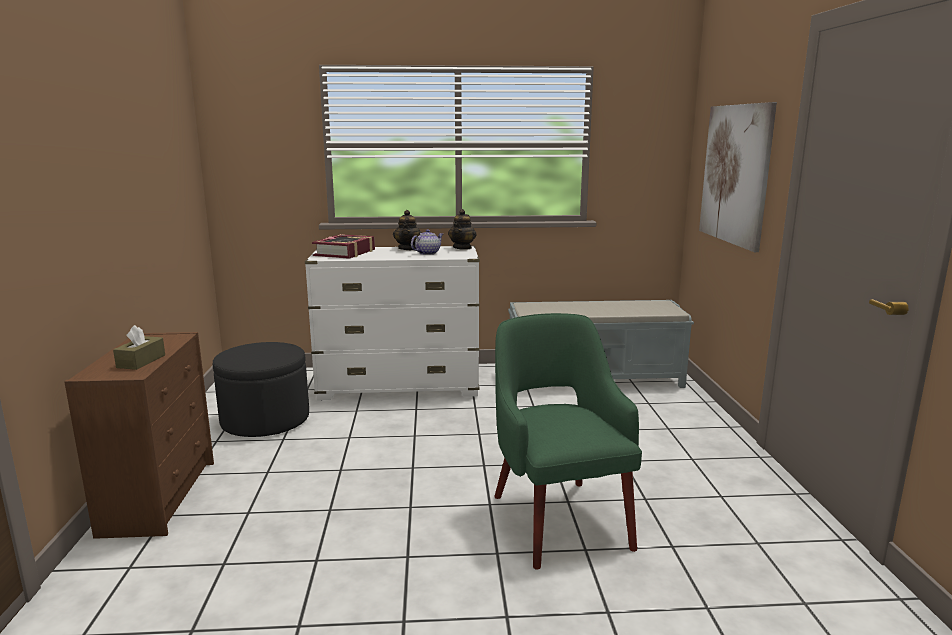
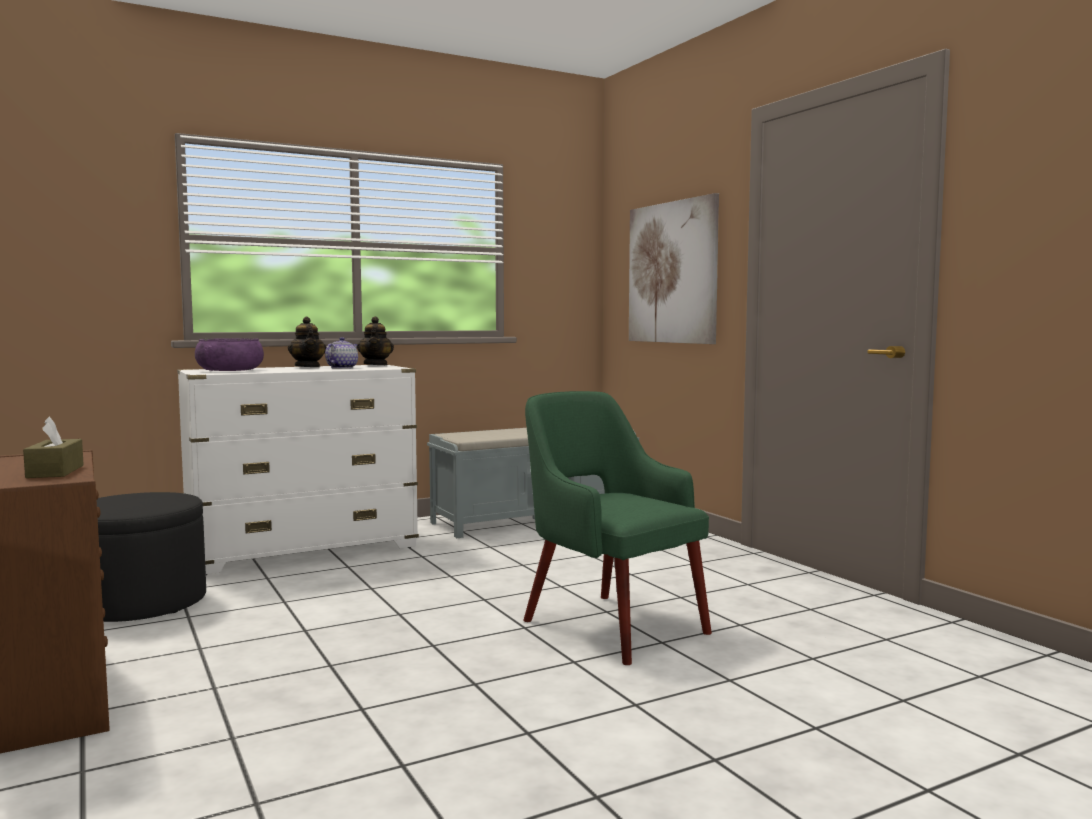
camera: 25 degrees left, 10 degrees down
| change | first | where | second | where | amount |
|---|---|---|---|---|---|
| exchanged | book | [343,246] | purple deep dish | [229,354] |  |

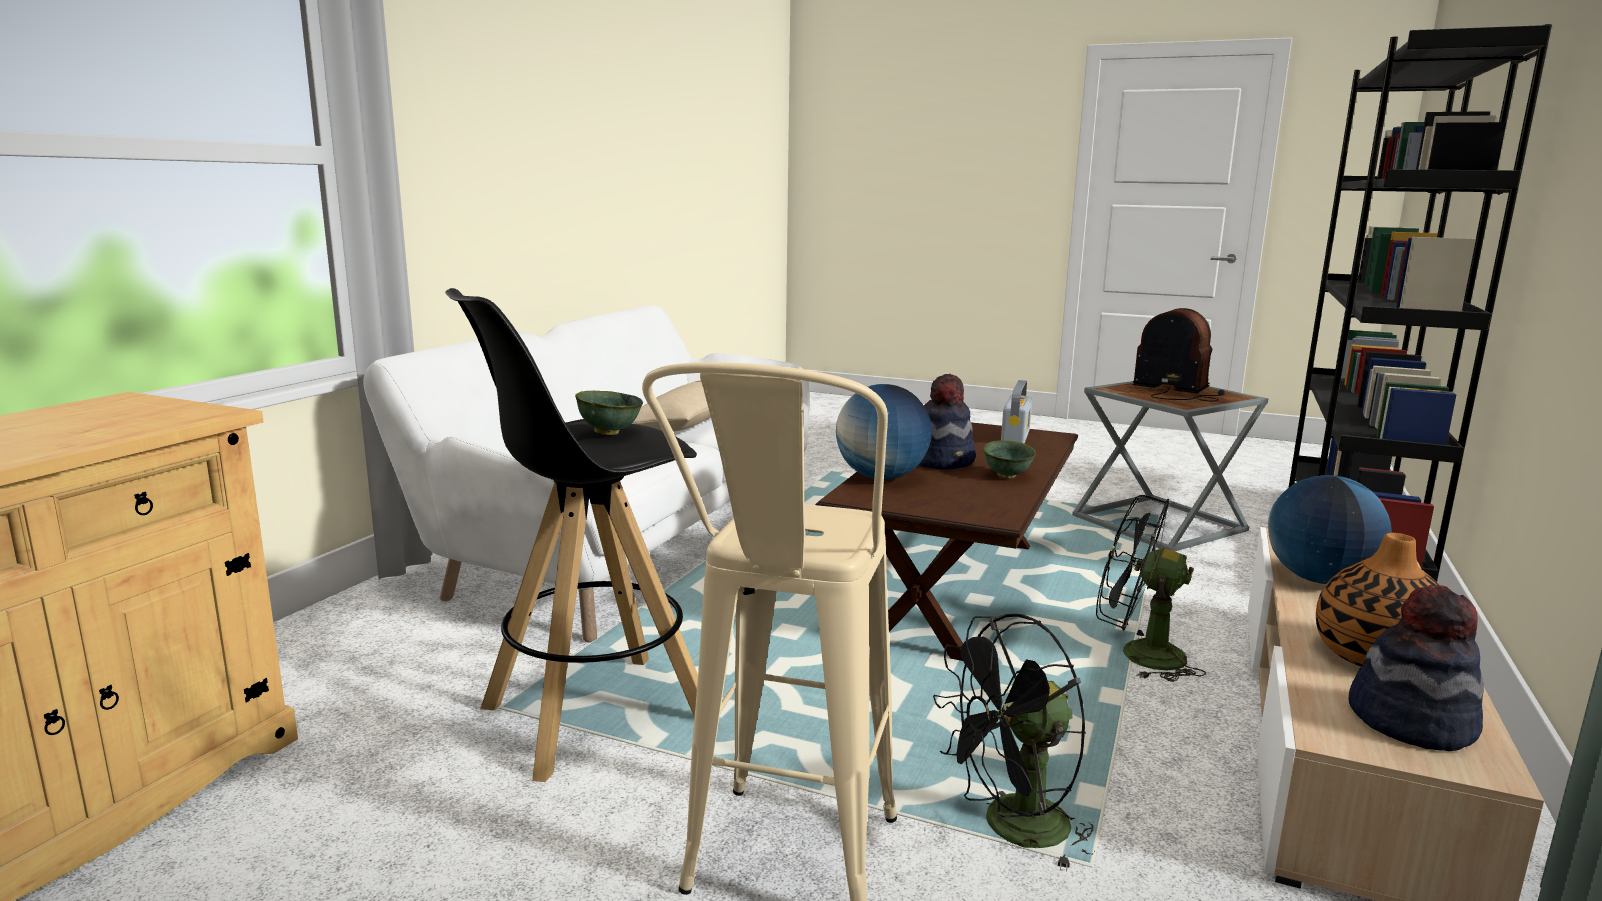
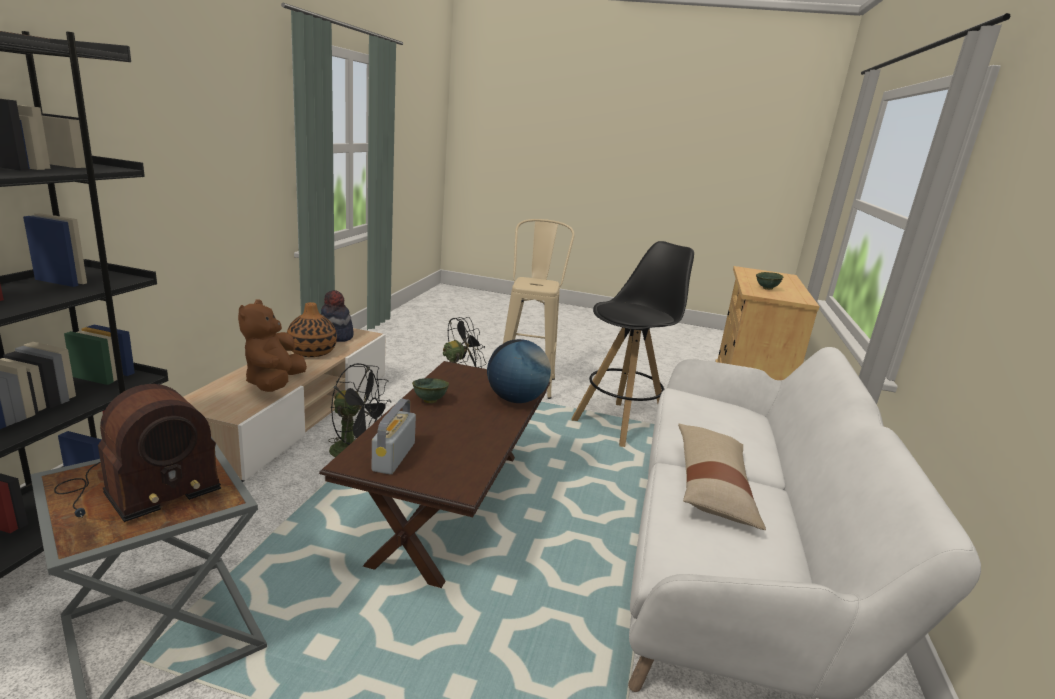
camera: 170 degrees right, 5 degrees up
| change | first | where | second | where | amount |
|---|---|---|---|---|---|
| relocated | green-coloured deep dish | [609,413] |  | [770,281] |  |
| missing | hat | [947,422] |  |  |  |
| spun | radio set | [1178,354] |  | [137,453] | 75 degrees counterclockwise |
| exchanged | world globe | [1330,529] | brown cuddly toy | [272,346] |  |

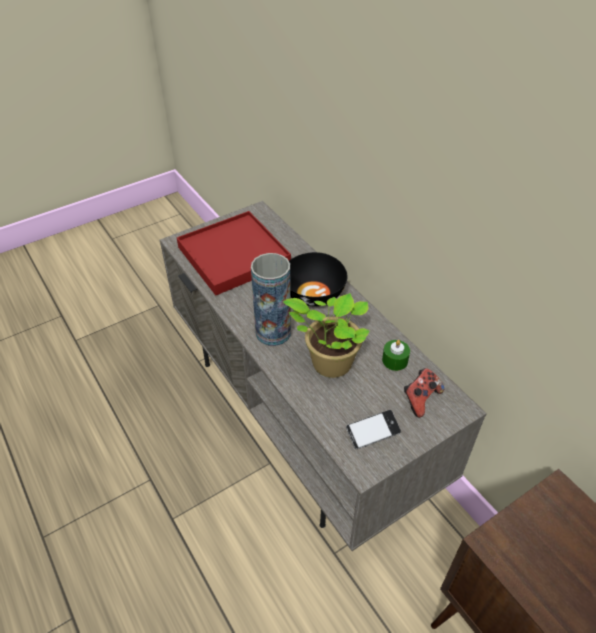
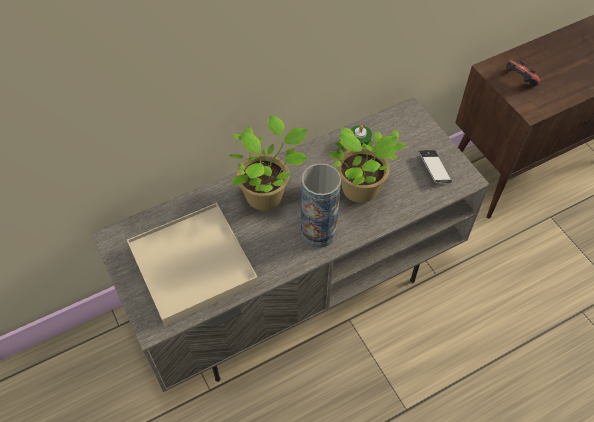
camera: 85 degrees left, 10 degrees up
| change | first | where | second | where | amount |
|---|---|---|---|---|---|
| colour | red-coloured tray | [234,253] | beige-coloured tray | [192,264] |  |
| exchanged | black-coloured deep dish | [318,279] | potted plant | [269,162] |  |
| relocated | joypad | [424,393] |  | [523,73] |  |

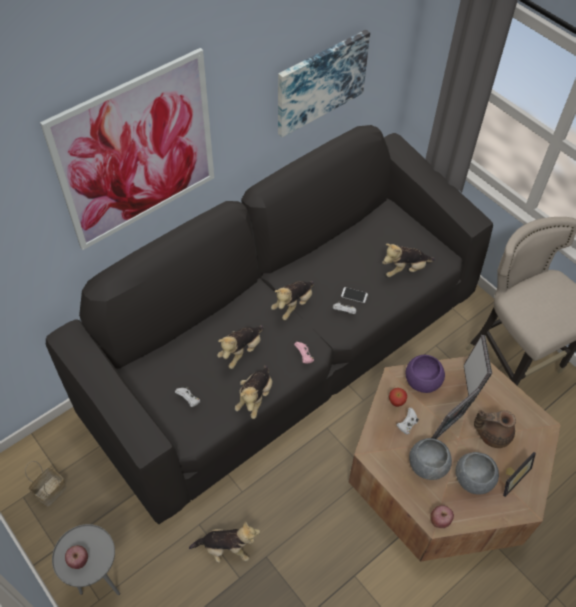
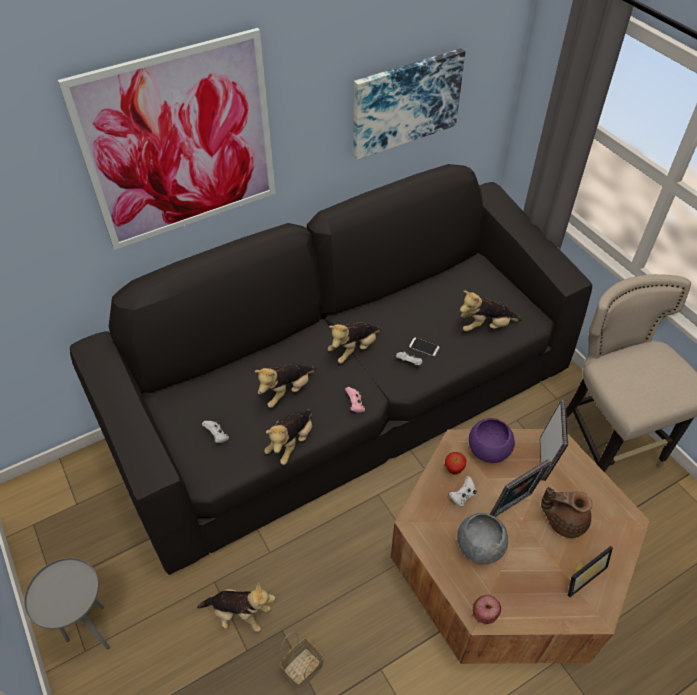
camera: 10 degrees right, 5 degrees down
| change | first | where | second | where | amount |
|---|---|---|---|---|---|
| relocated | storage basket | [46,484] |  | [302,661] |  |
| missing | apple fruit | [76,557] |  |  |  |
| missing | greyish deep dish | [477,473] |  |  |  |

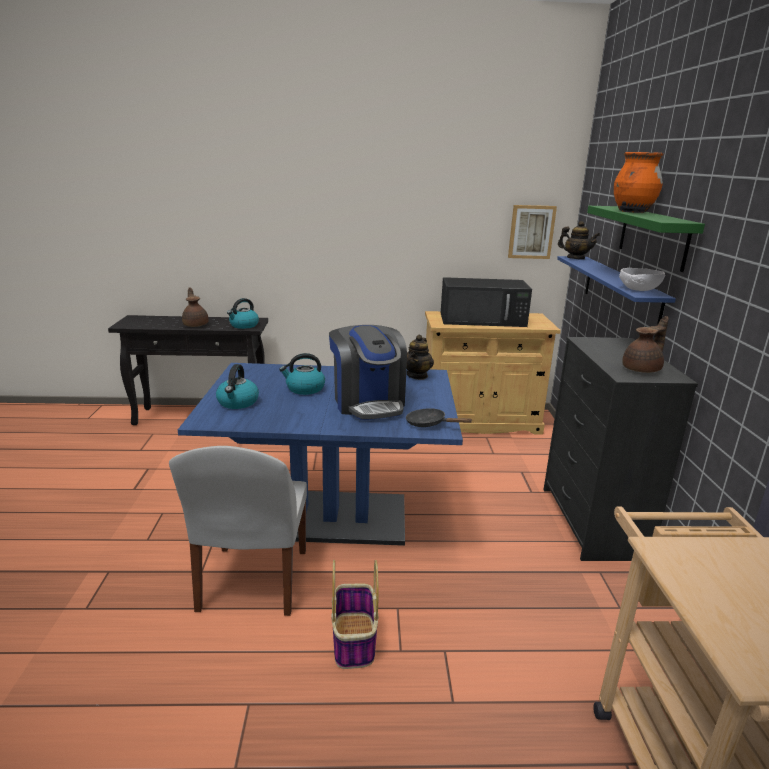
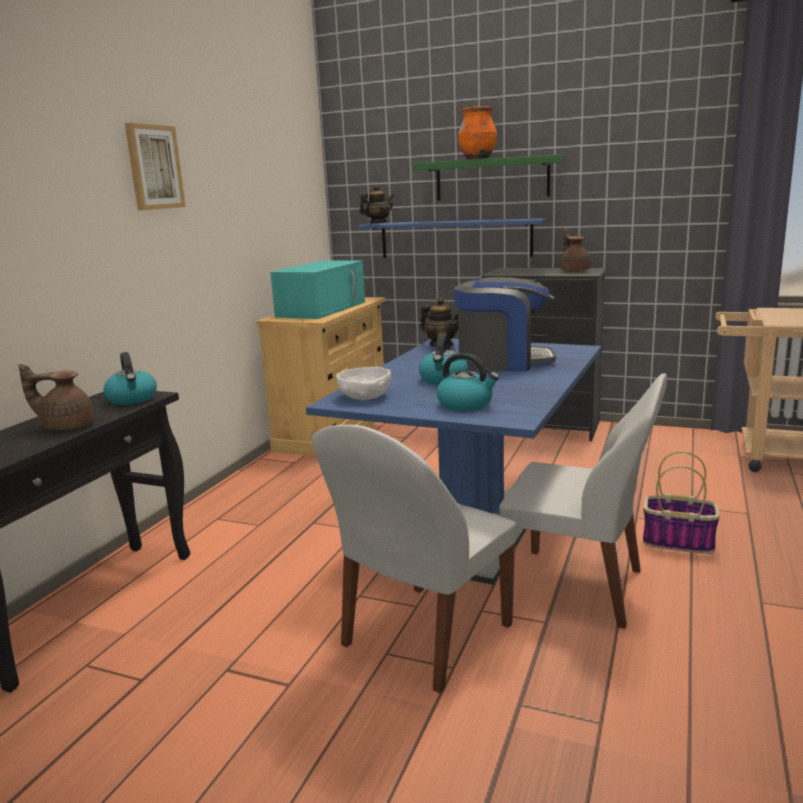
camera: 65 degrees left, 5 degrees down
| change | first | where | second | where | amount |
|---|---|---|---|---|---|
| missing | black-coloured pan | [439,417] |  |  |  |
| colour | black-coloured microwave | [486,302] | turquoise microwave | [317,289] |  |
| relocated | picture | [532,232] |  | [155,166] |  |
| relocated | white-coloured deep dish | [642,279] |  | [363,383] |  |
| appeared |  |  | white-coloured plain chair | [414,559] |  |

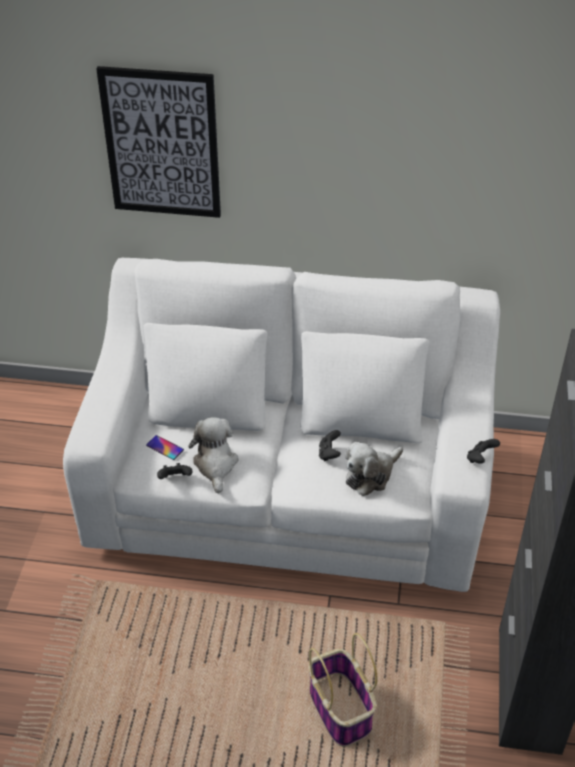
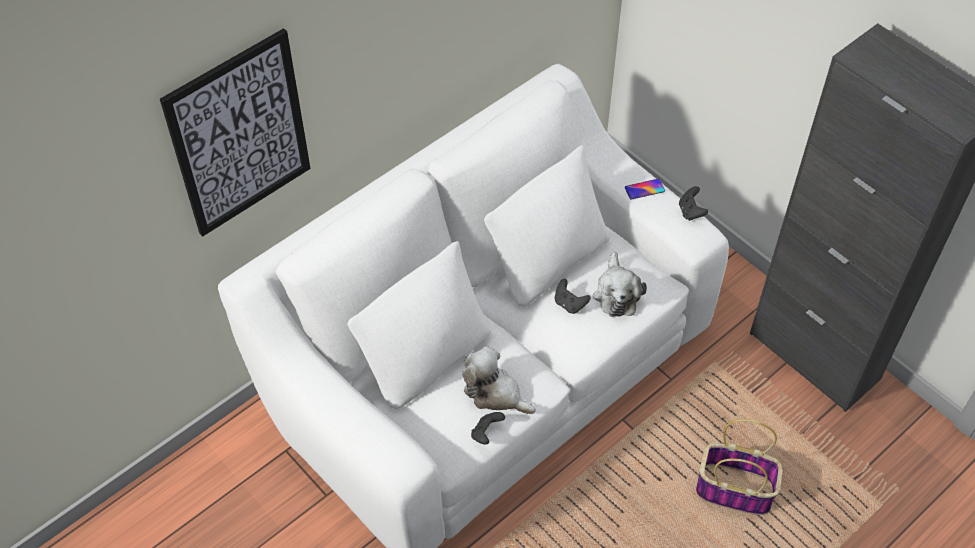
camera: 50 degrees left, 10 degrees up
| change | first | where | second | where | amount |
|---|---|---|---|---|---|
| relocated | handset | [165,447] |  | [645,189] |  |

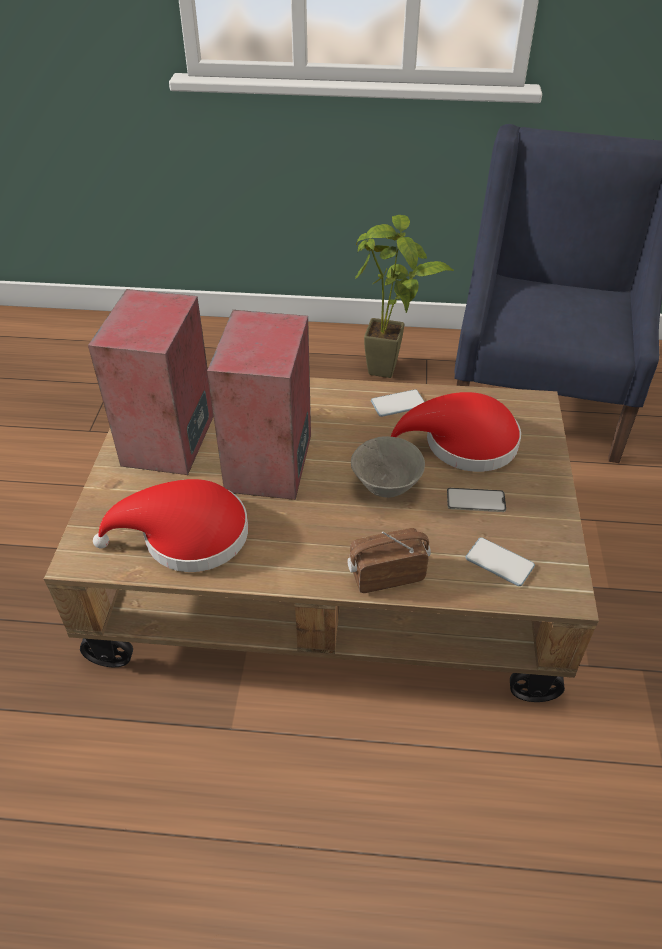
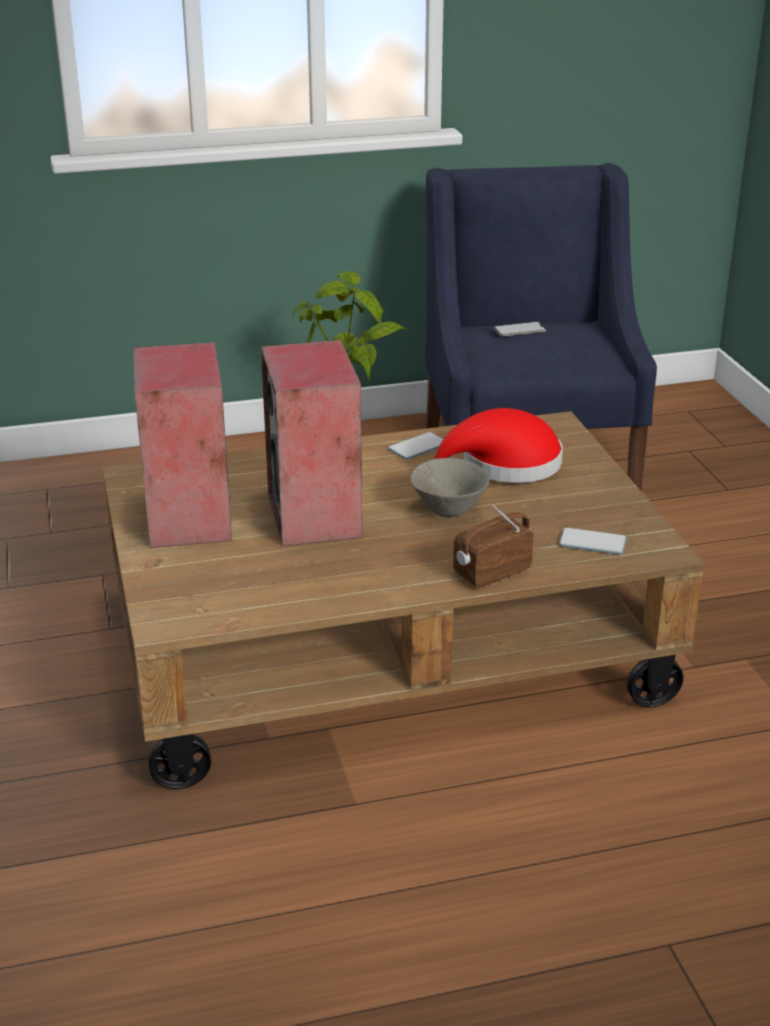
camera: 20 degrees left, 15 degrees down
| change | first | where | second | where | amount |
|---|---|---|---|---|---|
| missing | red-coloured hat | [170,525] |  |  |  |
| relocated | handset | [476,500] |  | [520,328] |  |

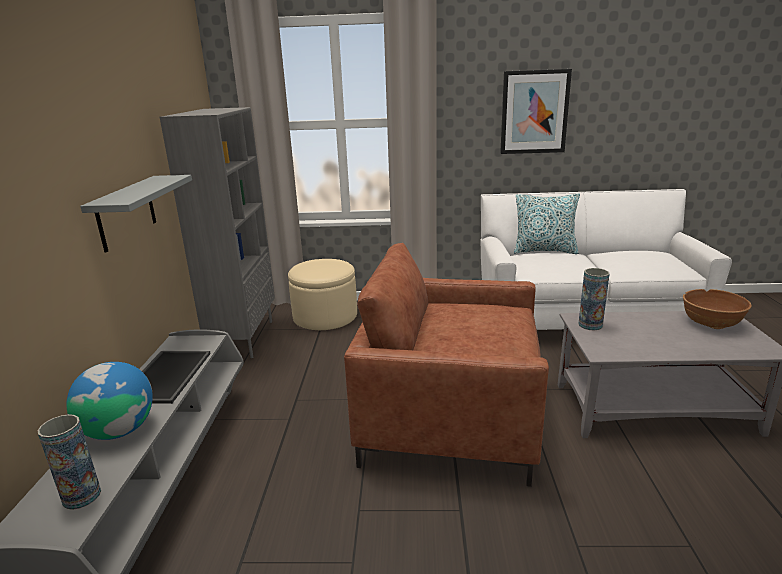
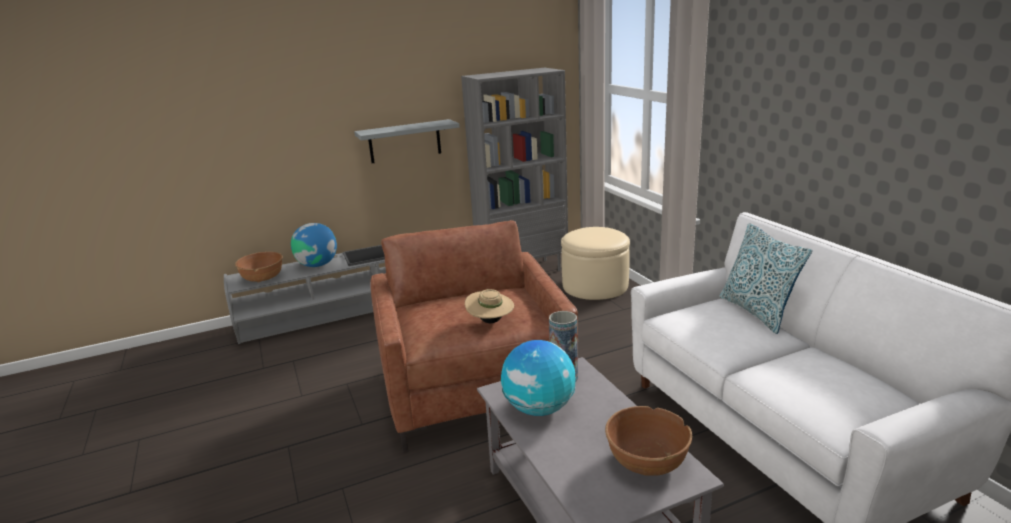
camera: 65 degrees right, 0 degrees up
| change | first | where | second | where | amount |
|---|---|---|---|---|---|
| exchanged | decorative vase | [69,462] | brown deep dish | [259,267] |  |
| missing | picture | [536,111] |  |  |  |
| appeared |  |  | beige-coloured hat | [489,306] |  |
| appeared |  |  | world globe | [538,378] |  |

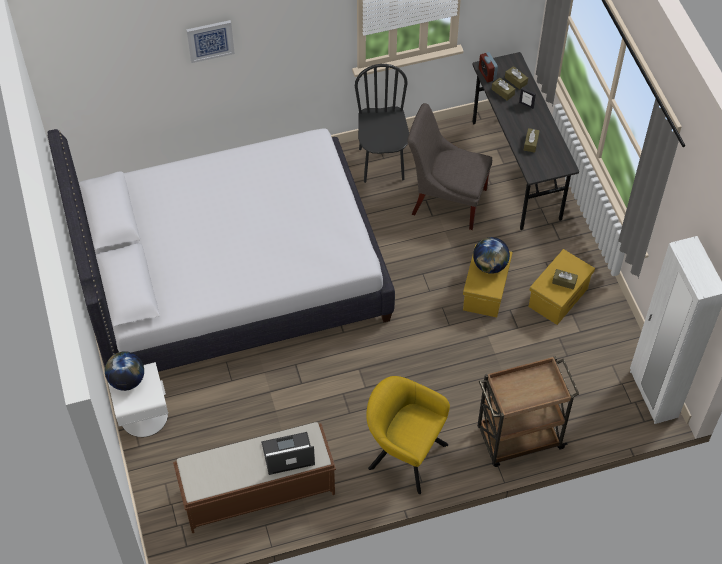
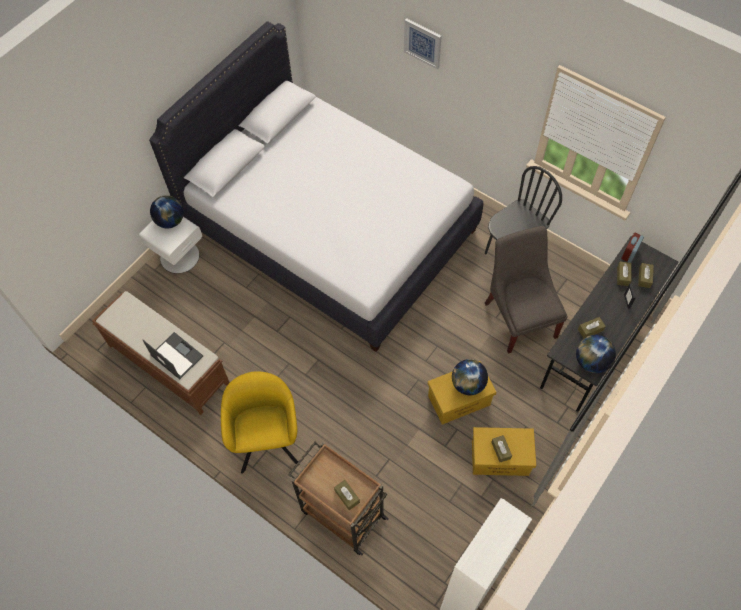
camera: 55 degrees right, 5 degrees up
| change | first | where | second | where | amount |
|---|---|---|---|---|---|
| appeared |  |  | brown tissue holder | [347,495] |  |
| appeared |  |  | world globe | [596,354] |  |

